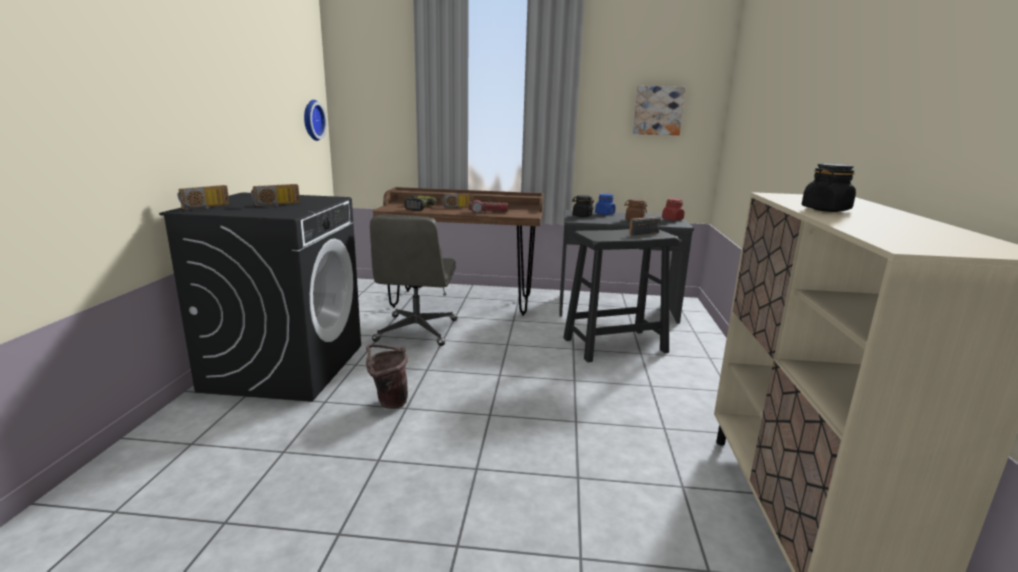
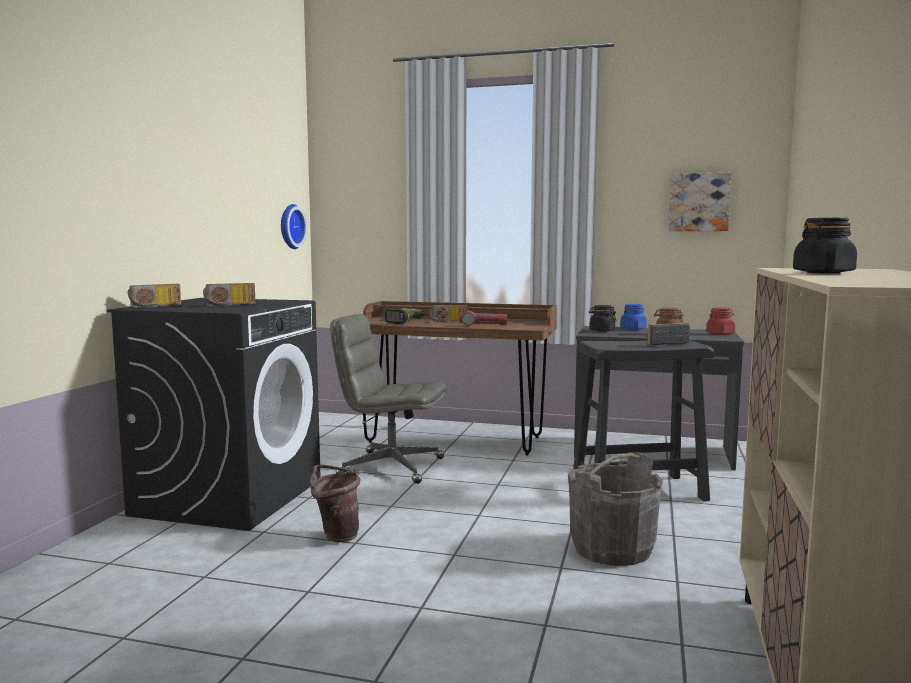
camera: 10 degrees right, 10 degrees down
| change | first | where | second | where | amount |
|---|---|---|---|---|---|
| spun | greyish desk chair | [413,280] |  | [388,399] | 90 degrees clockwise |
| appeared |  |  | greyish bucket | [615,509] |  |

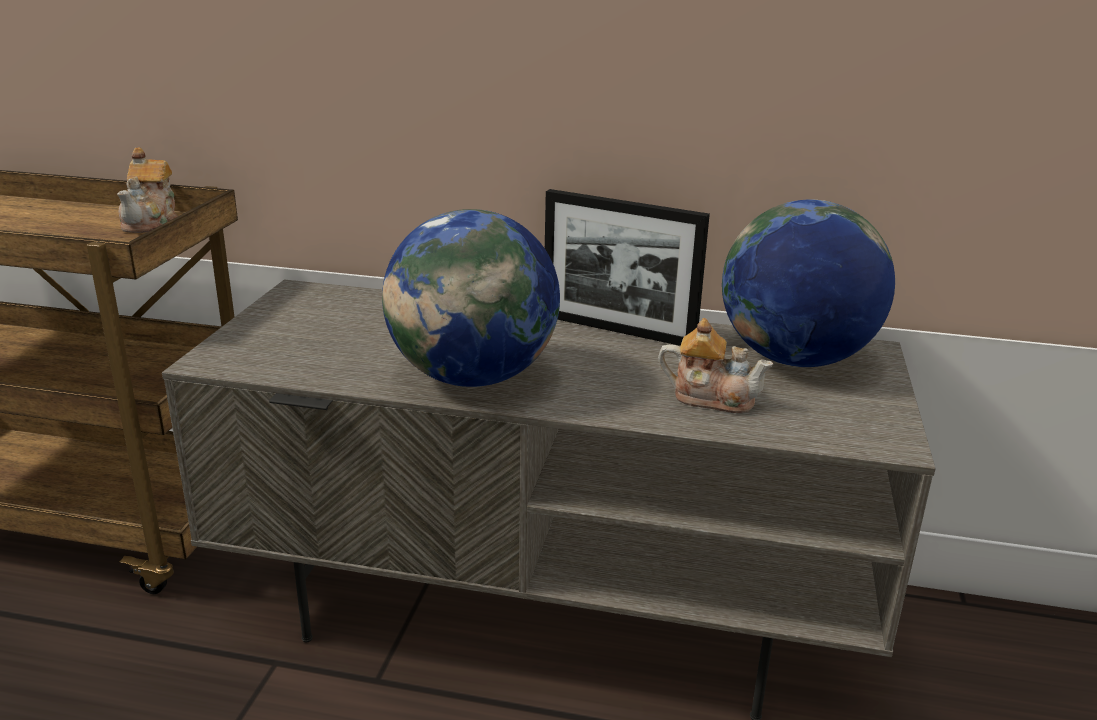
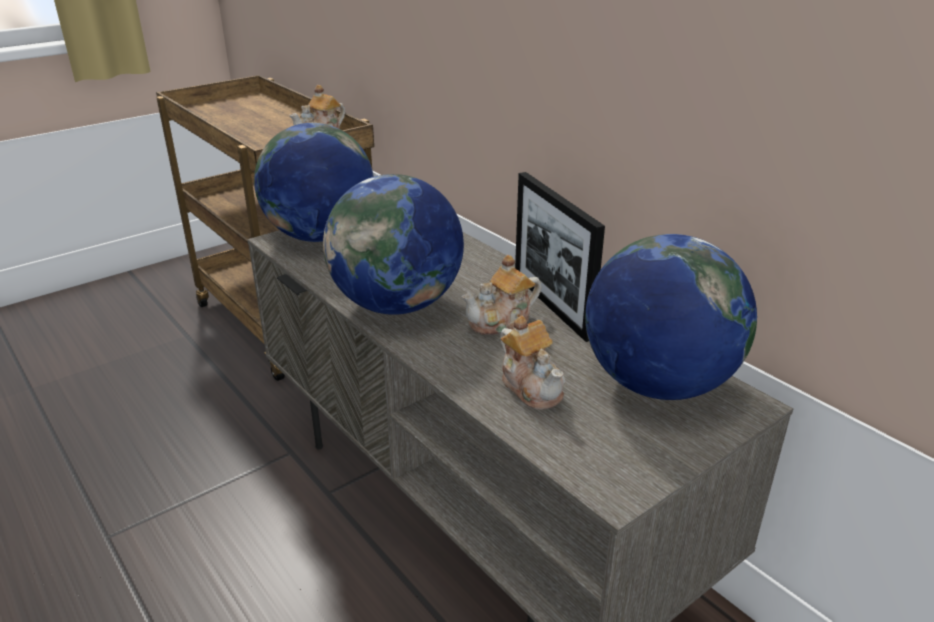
camera: 40 degrees right, 5 degrees up
| change | first | where | second | where | amount |
|---|---|---|---|---|---|
| appeared |  |  | world globe | [314,182] |  |
| appeared |  |  | pot for tea | [501,295] |  |

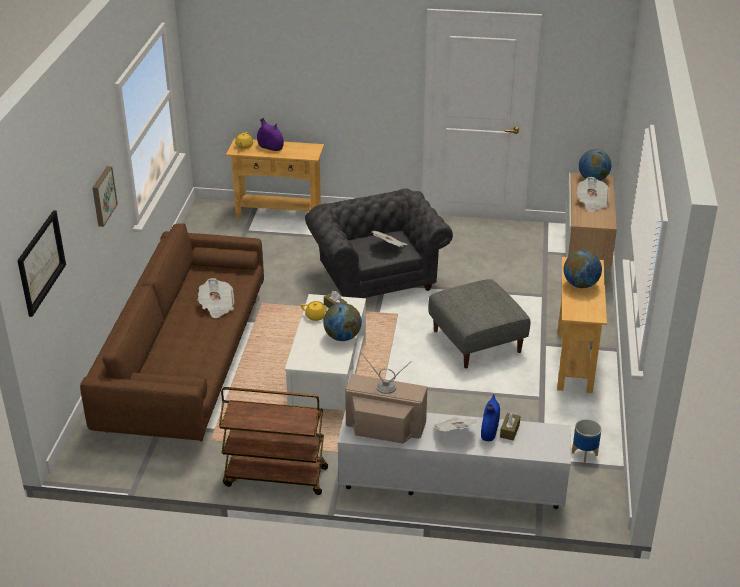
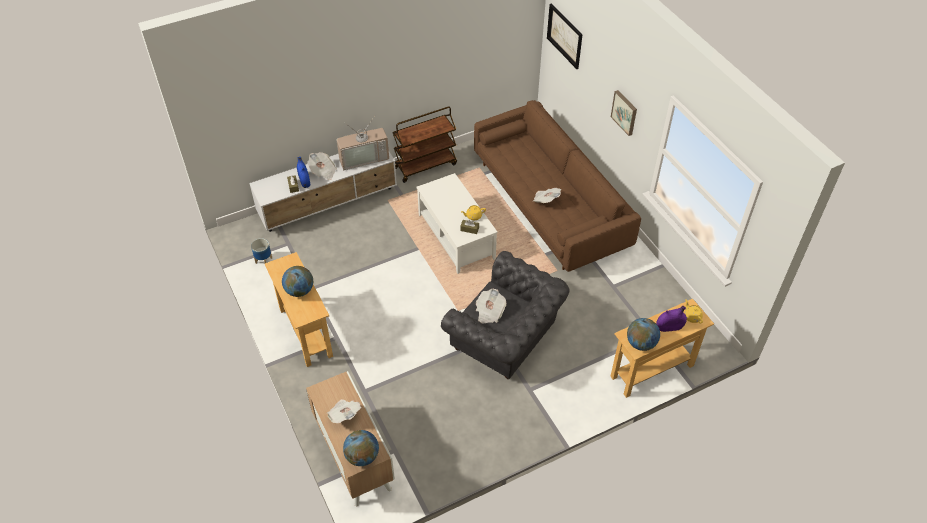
camera: 145 degrees right, 15 degrees up
| change | first | where | second | where | amount |
|---|---|---|---|---|---|
| relocated | world globe | [342,322] |  | [643,334] |  |
| missing | greyish pouffe | [479,323] |  |  |  |

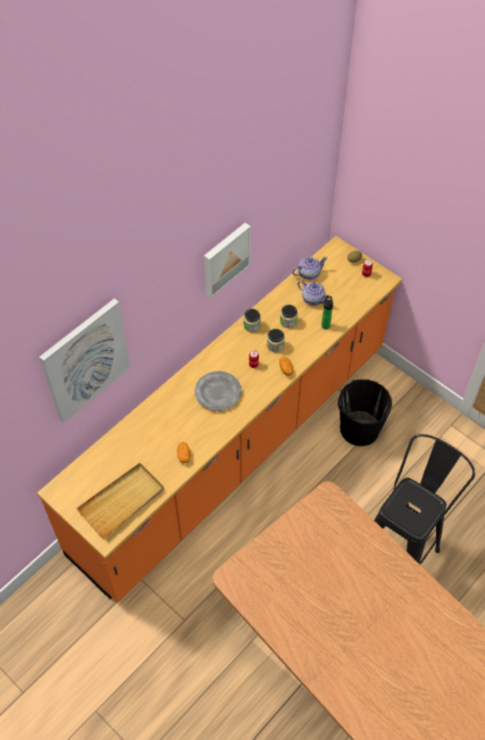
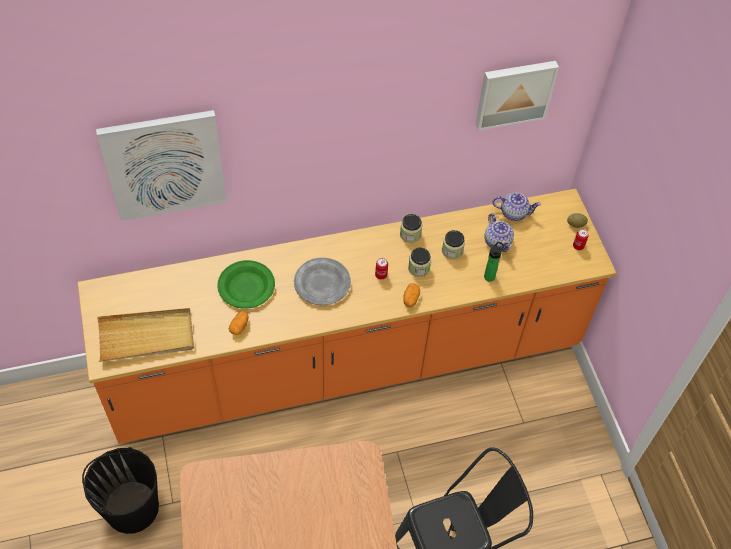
camera: 30 degrees right, 0 degrees up
| change | first | where | second | where | amount |
|---|---|---|---|---|---|
| relocated | picture | [227,260] |  | [517,96] |  |
| relocated | black-coloured bucket | [365,412] |  | [120,490] |  |
| appeared |  |  | green-coloured flat dish | [246,284] |  |

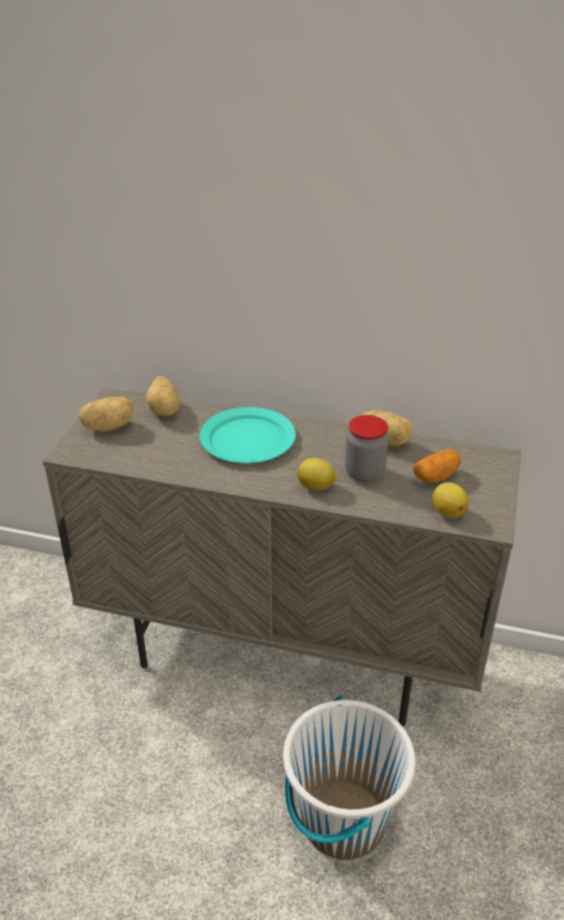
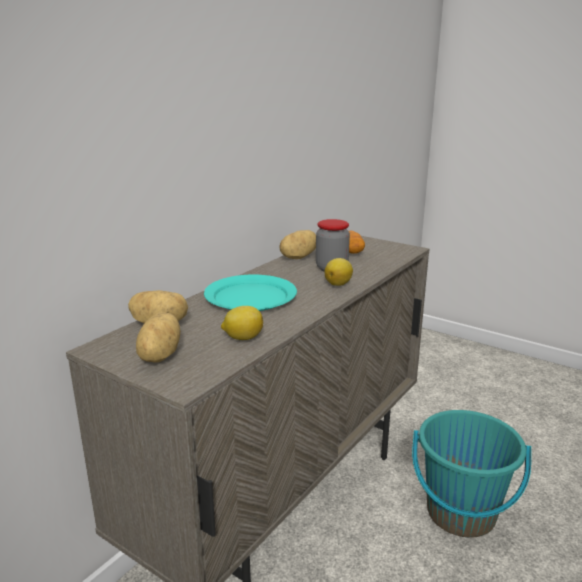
camera: 70 degrees left, 15 degrees down
| change | first | where | second | where | amount |
|---|---|---|---|---|---|
| colour | white-coloured bucket | [349,777] | turquoise bucket | [471,474] |  |
| relocated | lemon | [450,500] |  | [242,323] |  |

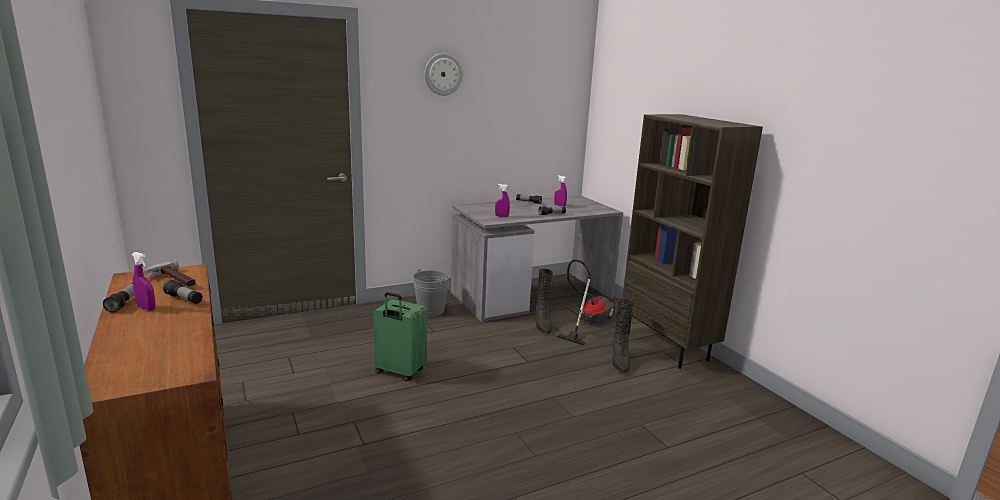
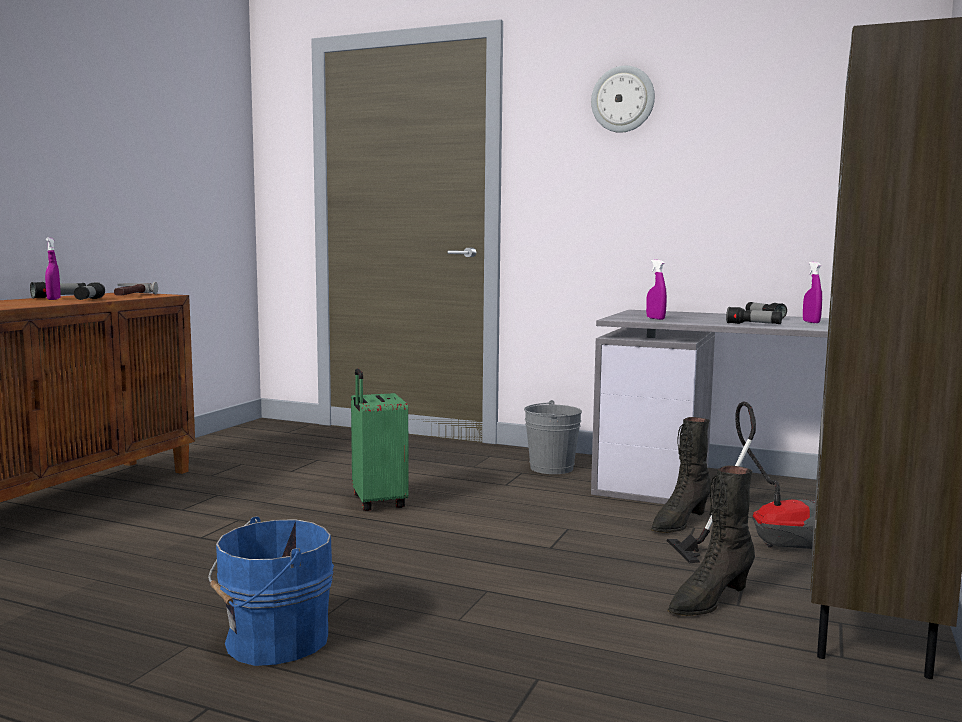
camera: 50 degrees right, 10 degrees down
| change | first | where | second | where | amount |
|---|---|---|---|---|---|
| appeared |  |  | blue-coloured bucket | [271,591] |  |

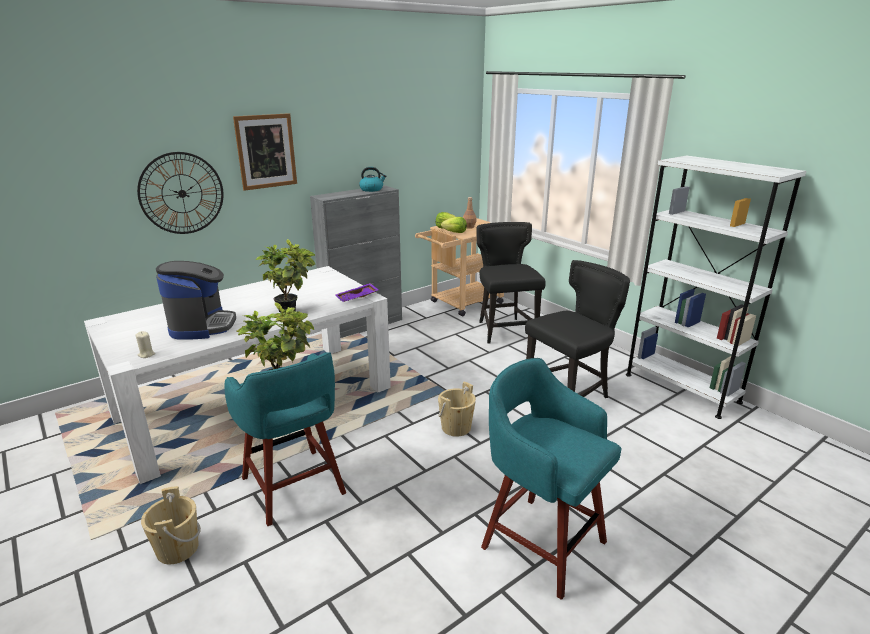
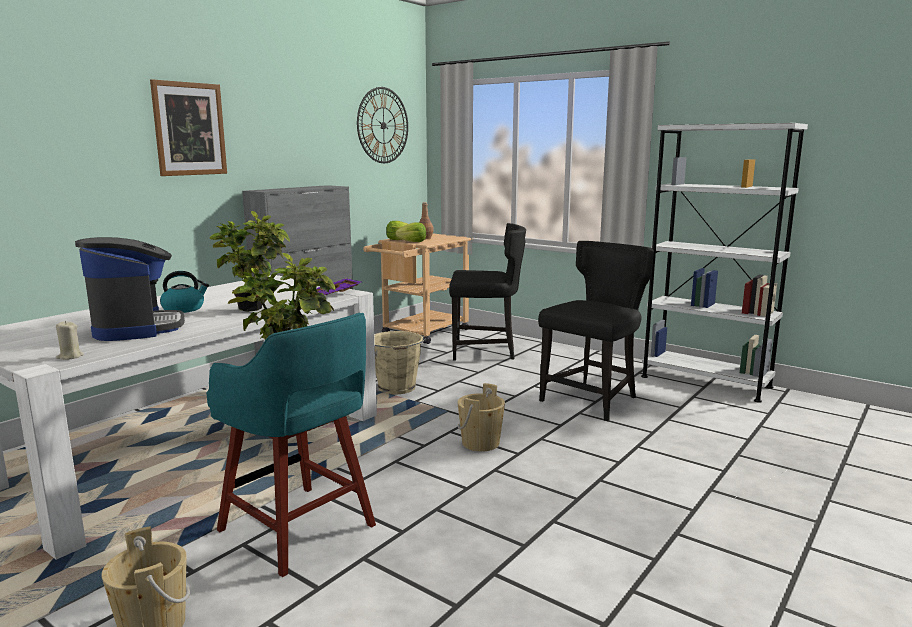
camera: 15 degrees left, 10 degrees down
| change | first | where | second | where | amount |
|---|---|---|---|---|---|
| relocated | wall clock | [180,193] |  | [382,125] |  |
| relocated | tea kettle | [372,179] |  | [184,292] |  |
| spun | black-coloured plain chair | [511,283] |  | [487,292] | 120 degrees clockwise |
| missing | turquoise stool | [551,479] |  |  |  |
| appeared |  |  | beige-coloured bucket | [400,363] |  |

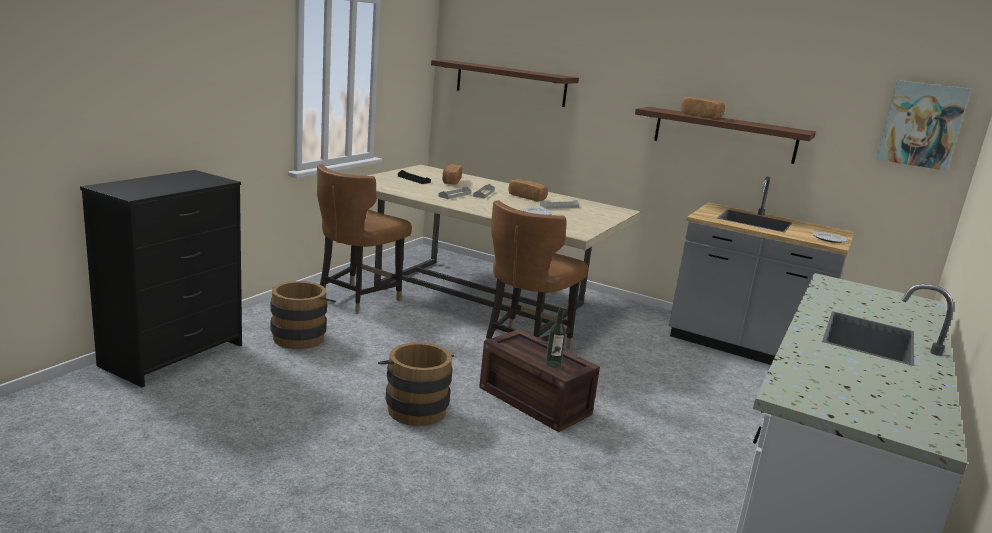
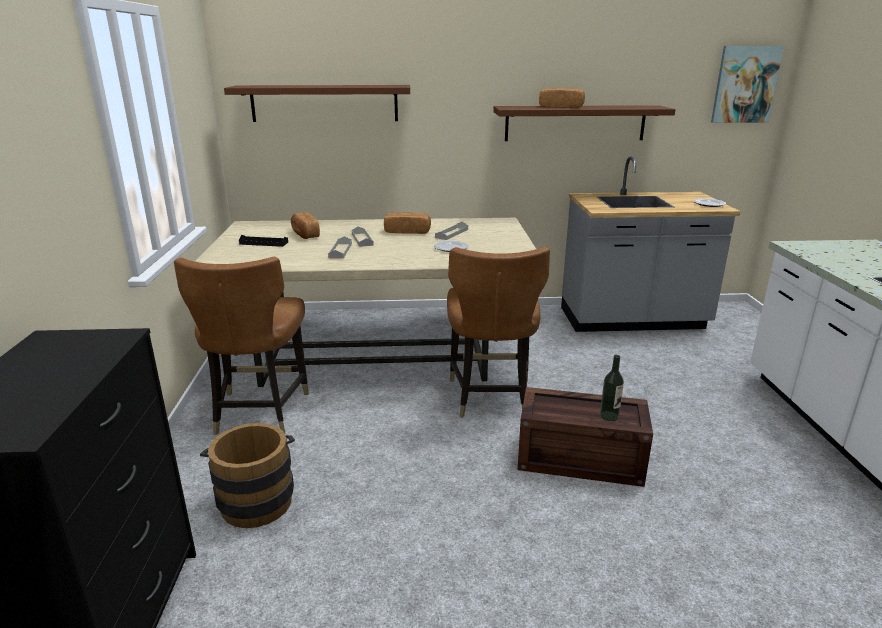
camera: 30 degrees left, 5 degrees up
| change | first | where | second | where | amount |
|---|---|---|---|---|---|
| missing | brown bucket | [416,384] |  |  |  |

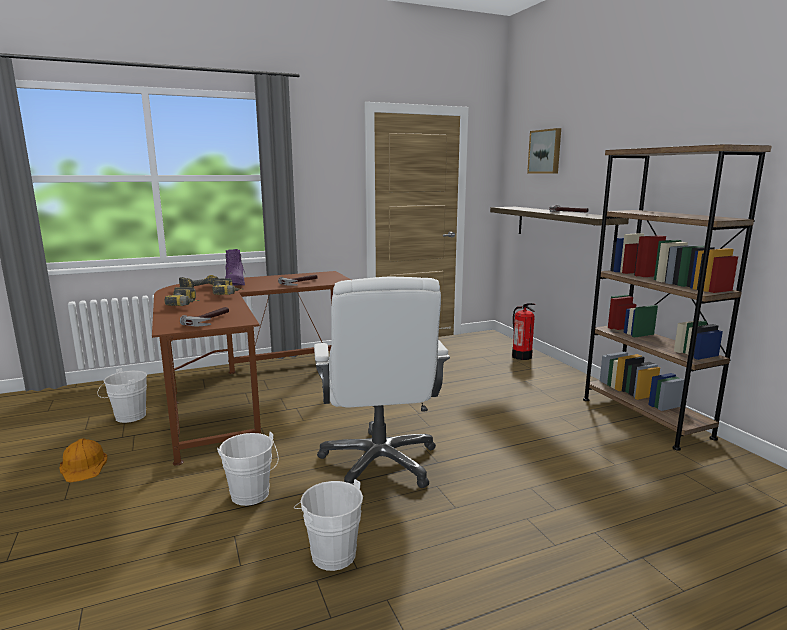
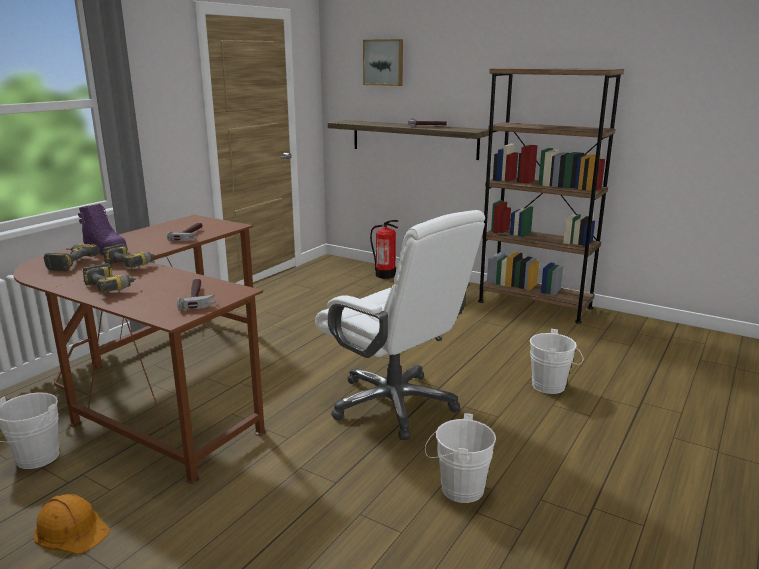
camera: 35 degrees left, 5 degrees up
| change | first | where | second | where | amount |
|---|---|---|---|---|---|
| relocated | white-coloured bucket | [248,469] |  | [556,361] |  |

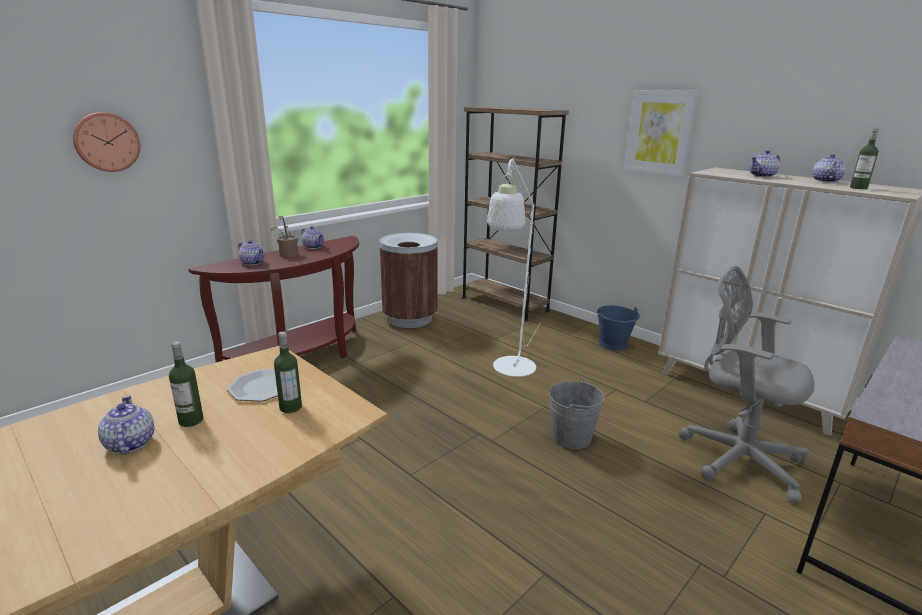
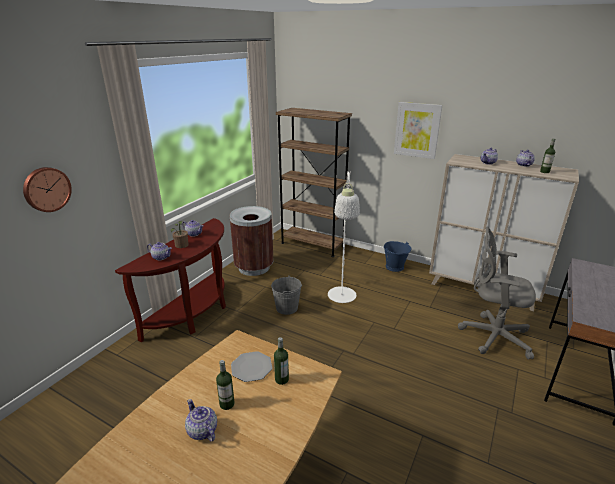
camera: 15 degrees left, 5 degrees up
| change | first | where | second | where | amount |
|---|---|---|---|---|---|
| relocated | greyish bucket | [577,414] |  | [286,295] |  |

